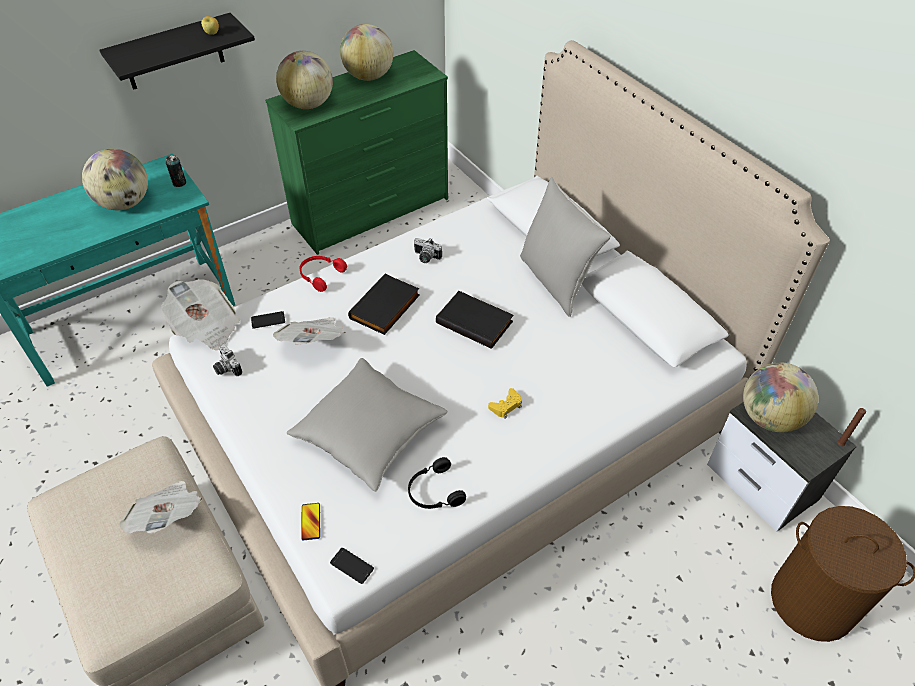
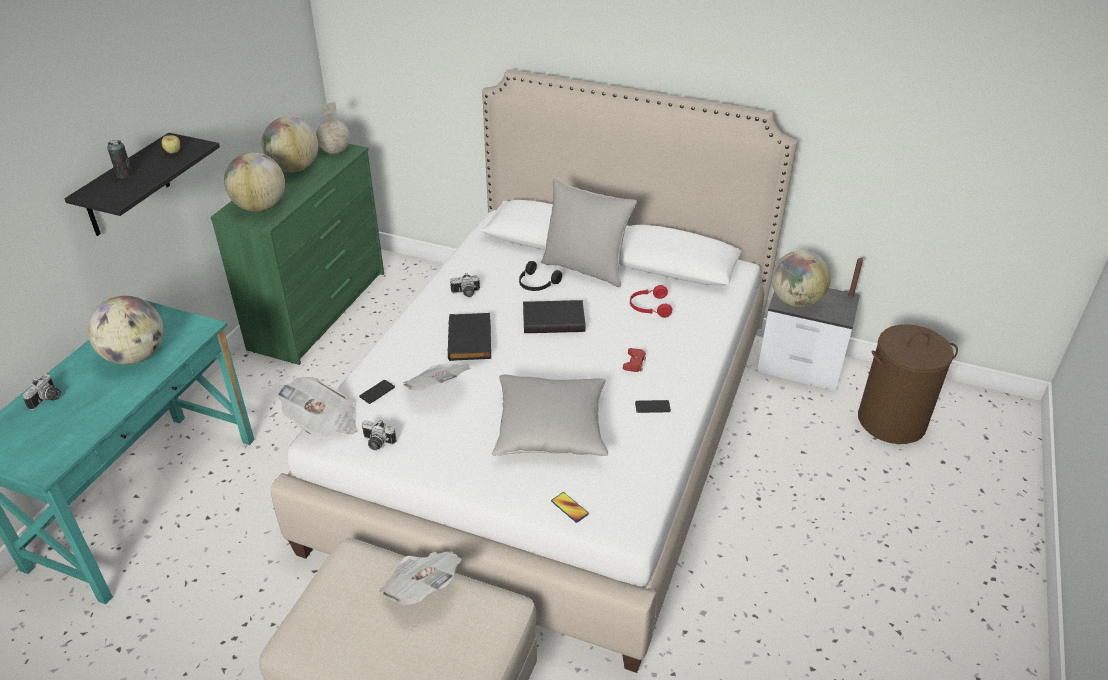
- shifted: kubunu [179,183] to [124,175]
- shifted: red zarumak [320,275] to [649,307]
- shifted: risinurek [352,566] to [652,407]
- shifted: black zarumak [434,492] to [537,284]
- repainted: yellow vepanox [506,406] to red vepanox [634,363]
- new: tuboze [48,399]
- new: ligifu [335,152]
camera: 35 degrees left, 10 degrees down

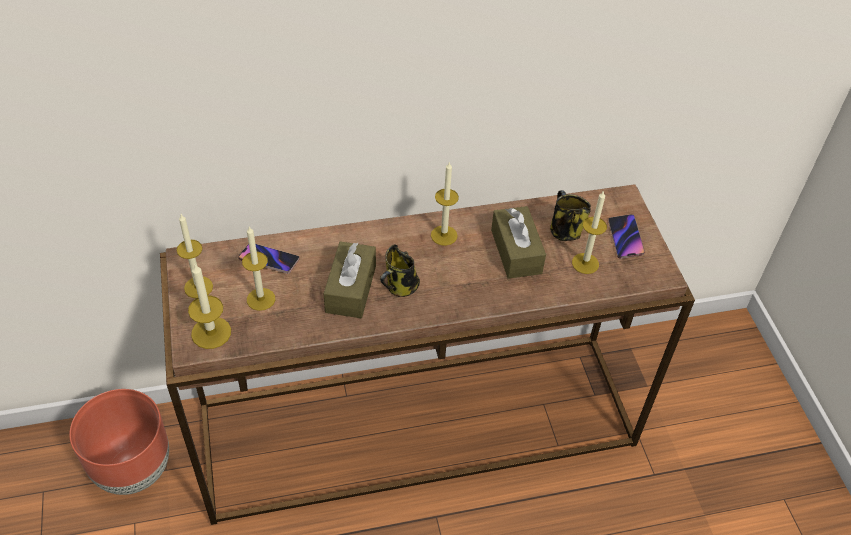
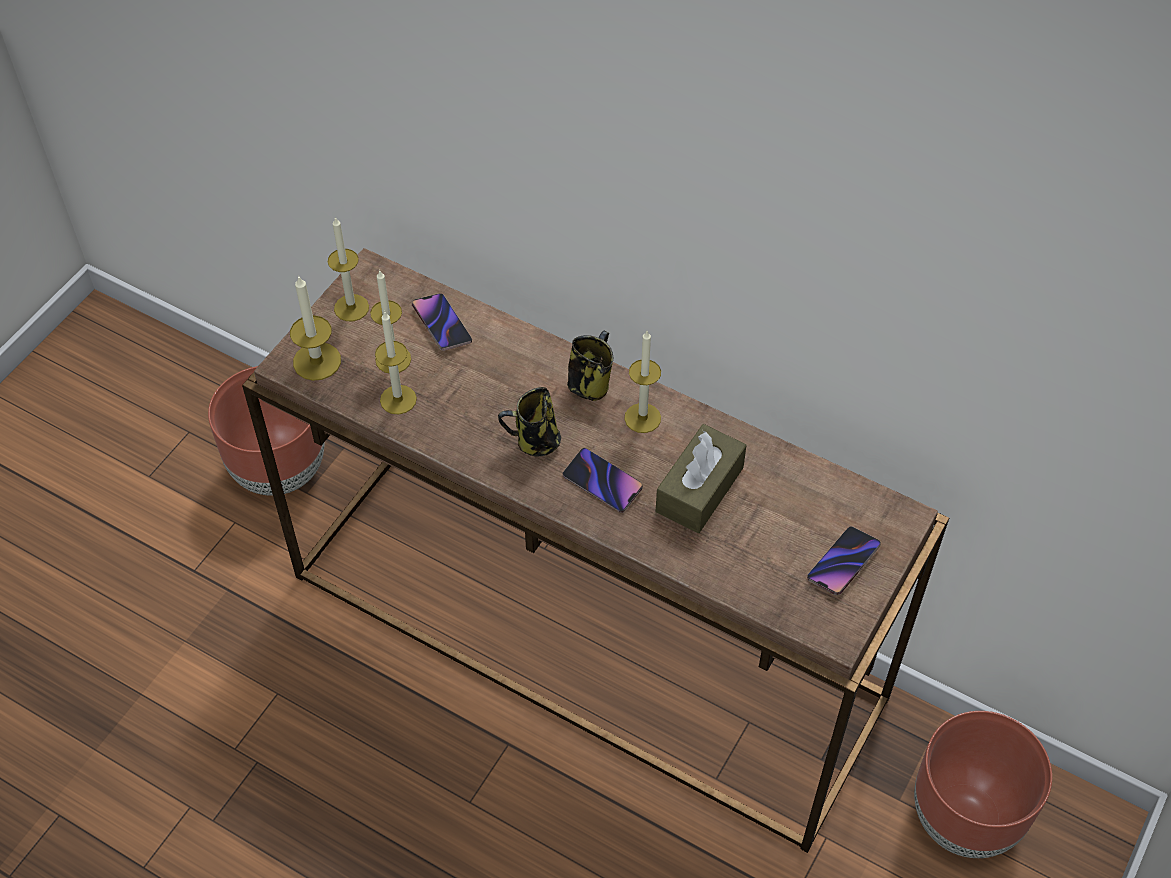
- gone: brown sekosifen [351,289]
- shifted: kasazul [564,231] to [590,383]
- shifted: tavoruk [585,263] to [398,399]
- new: risinurek [602,483]
- new: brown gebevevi [966,817]
camera: 45 degrees right, 5 degrees up

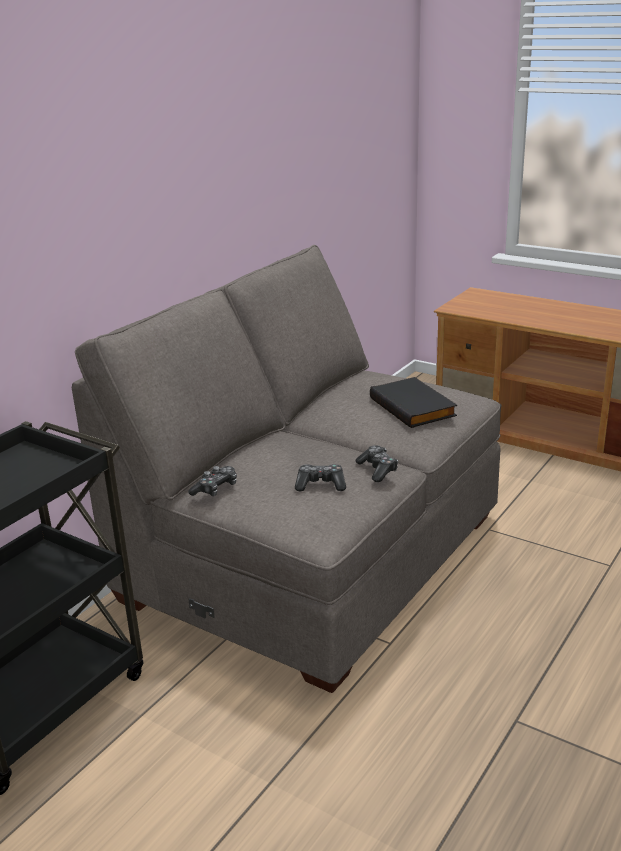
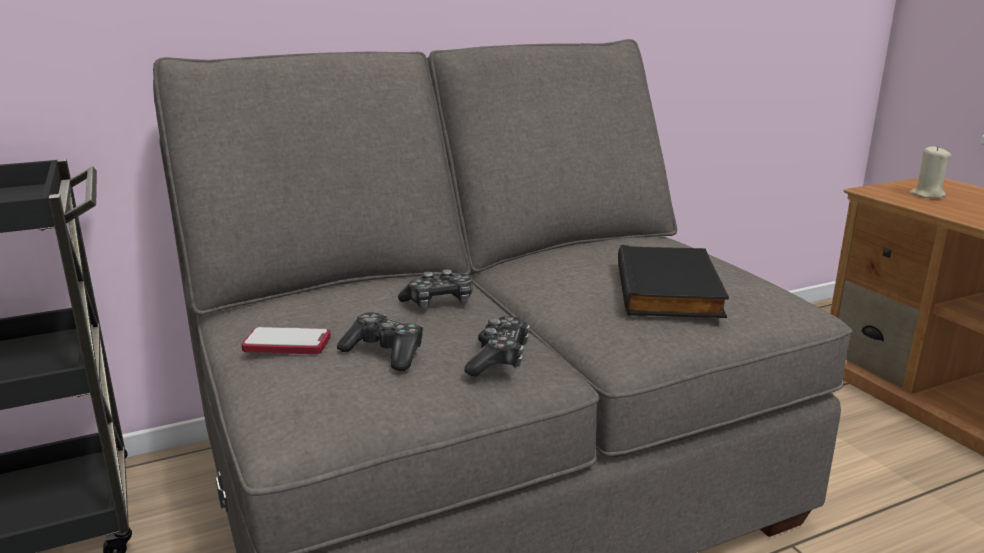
- shifted: vepanox [215,489] to [439,303]
- new: risinurek [287,343]
- new: beige tavoruk [927,195]
camera: 30 degrees right, 5 degrees down

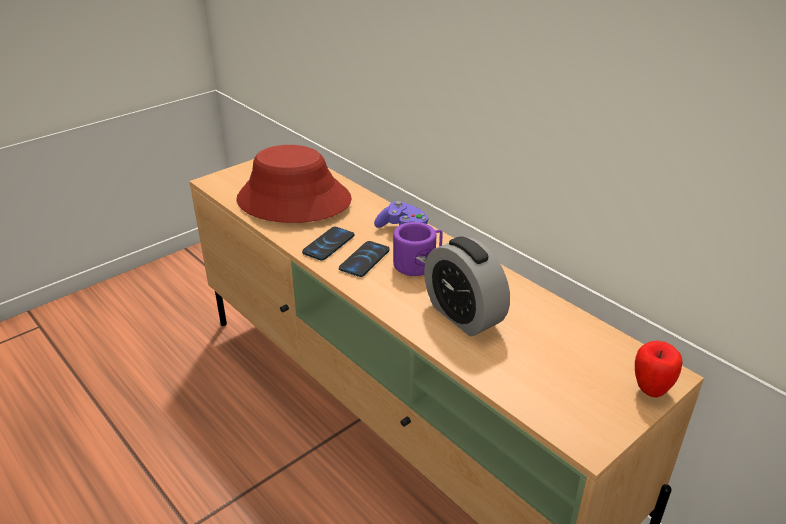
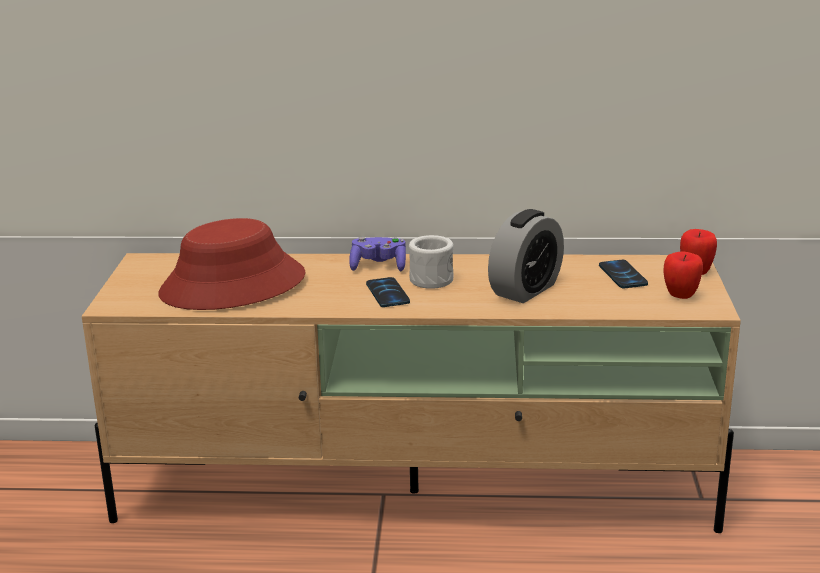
- shifted: risinurek [328,244] to [622,275]
- repainted: purple kasazul [418,263] to white kasazul [432,278]
- rotated: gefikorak [463,315] = [525,290] 60 degrees counterclockwise
- new: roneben [680,296]
camera: 45 degrees left, 10 degrees down

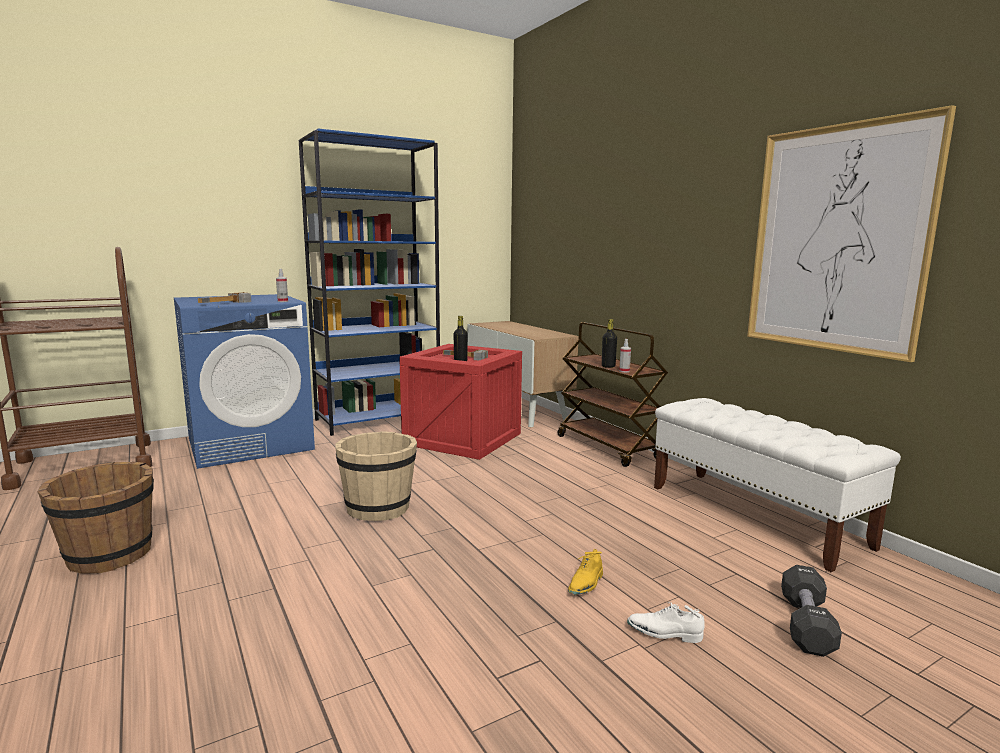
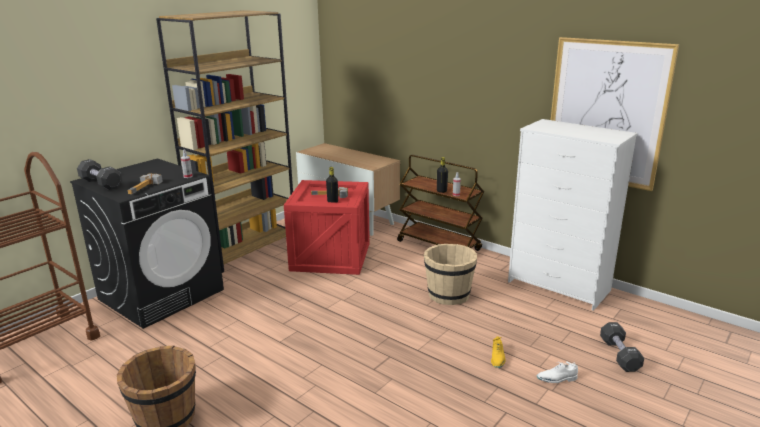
- repainted: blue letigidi [251,443] to black letigidi [162,294]
- repainted: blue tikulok [379,419] to brown tikulok [246,248]
- shifted: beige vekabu [378,508] to [448,295]
- swapped: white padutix [755,515] to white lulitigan [559,286]
- new: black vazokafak [101,183]
camera: 20 degrees left, 10 degrees up

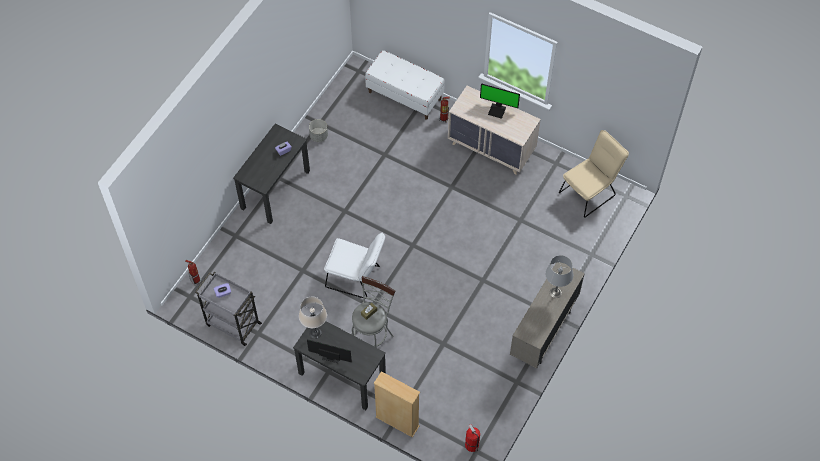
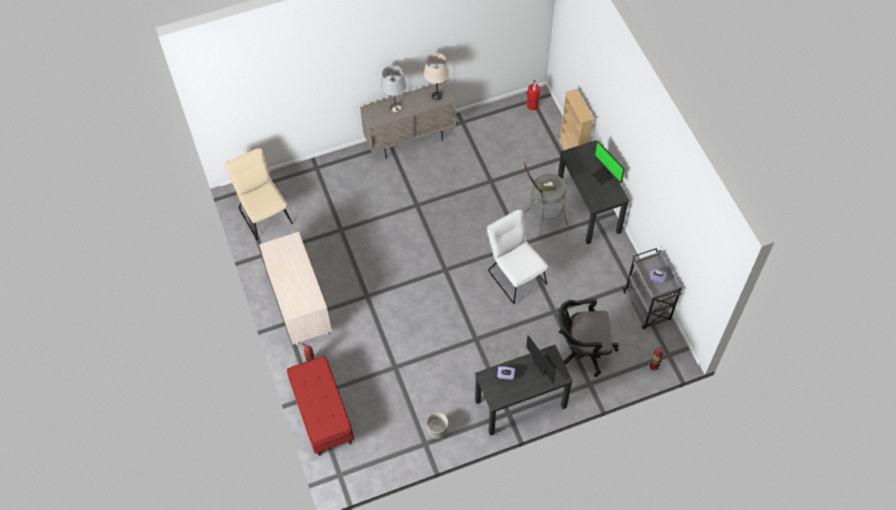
- shifted: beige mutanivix [315,333] to [437,96]
- repainted: white padutix [405,95] to red padutix [322,414]
- shifted: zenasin [497,110] to [543,365]
- rotated: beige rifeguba [590,192] = [264,213] 60 degrees clockwise
- new: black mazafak [582,349]
camera: 140 degrees left, 0 degrees up

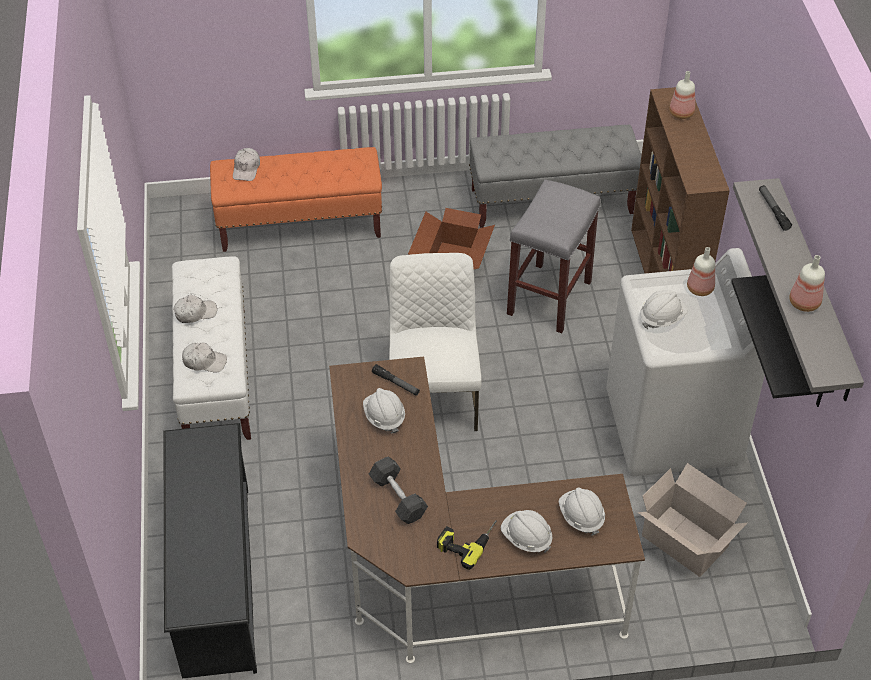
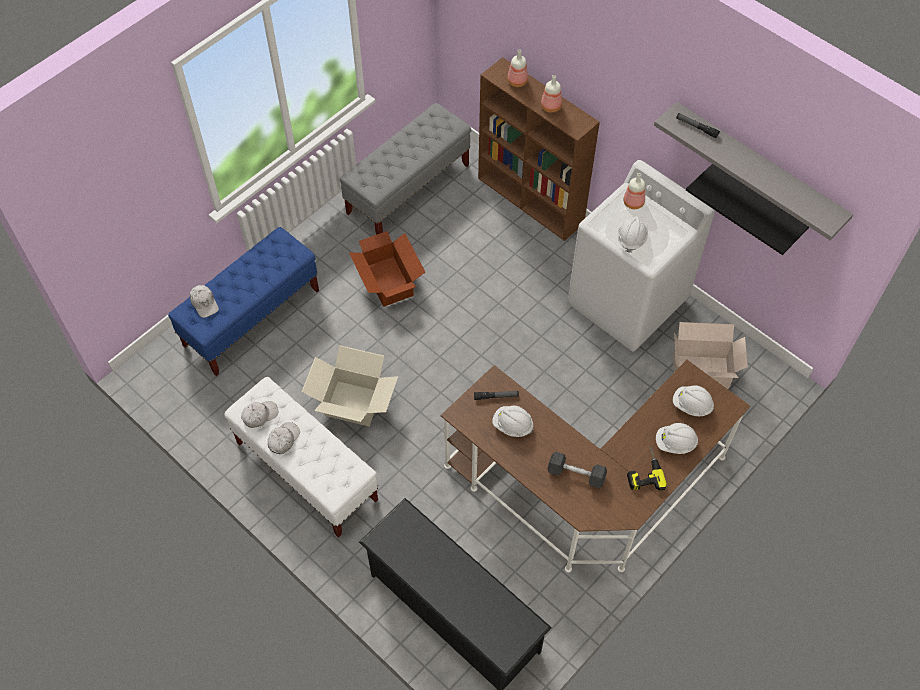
- shifted: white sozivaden [204,361] to [259,415]
- repainted: orange padutix [300,225] to blue padutix [252,318]
- gone: white rifeguba [434,395]
- gone: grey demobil [549,296]
- shifted: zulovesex [803,303] to [550,107]
- new: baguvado [353,403]
camera: 40 degrees left, 10 degrees up

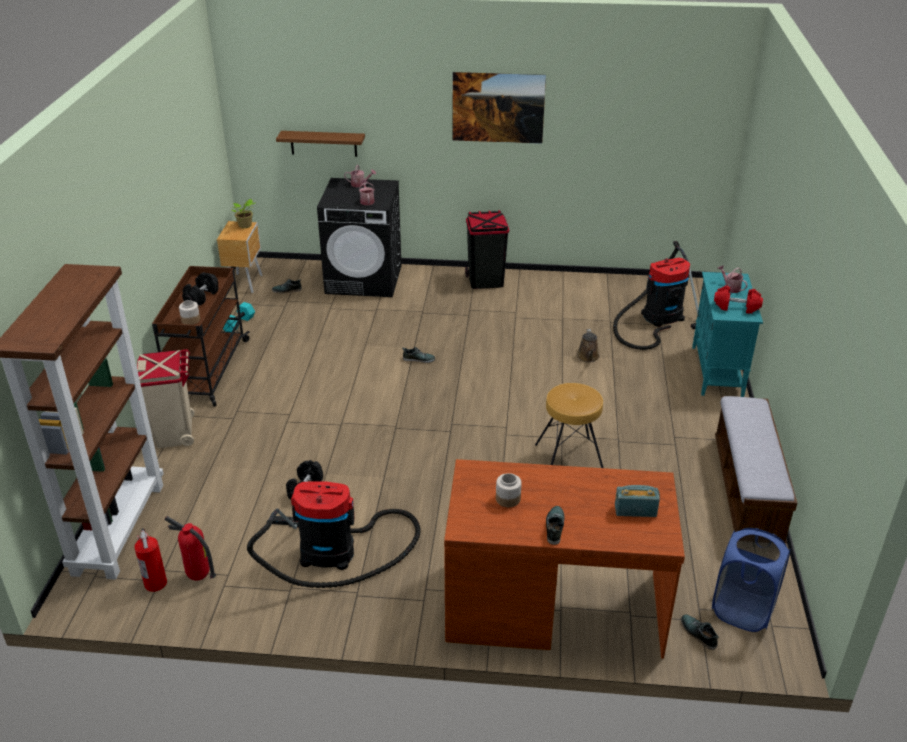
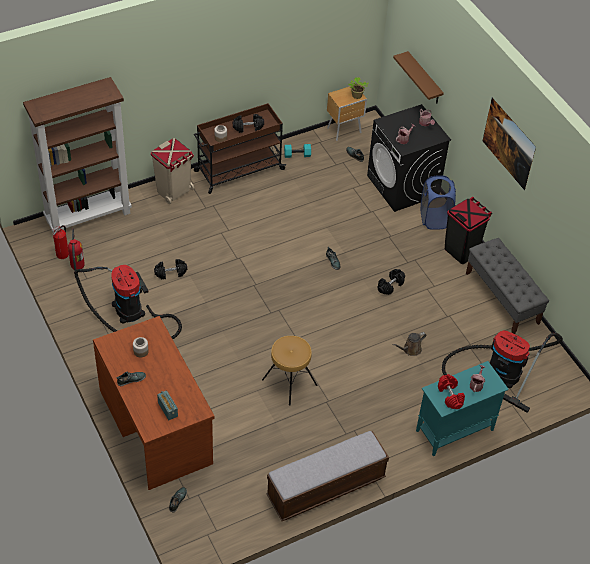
- shifted: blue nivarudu [742,610] to [434,218]
- new: black vazokafak [390,286]
- new: grey padutix [502,298]
camera: 55 degrees right, 15 degrees up

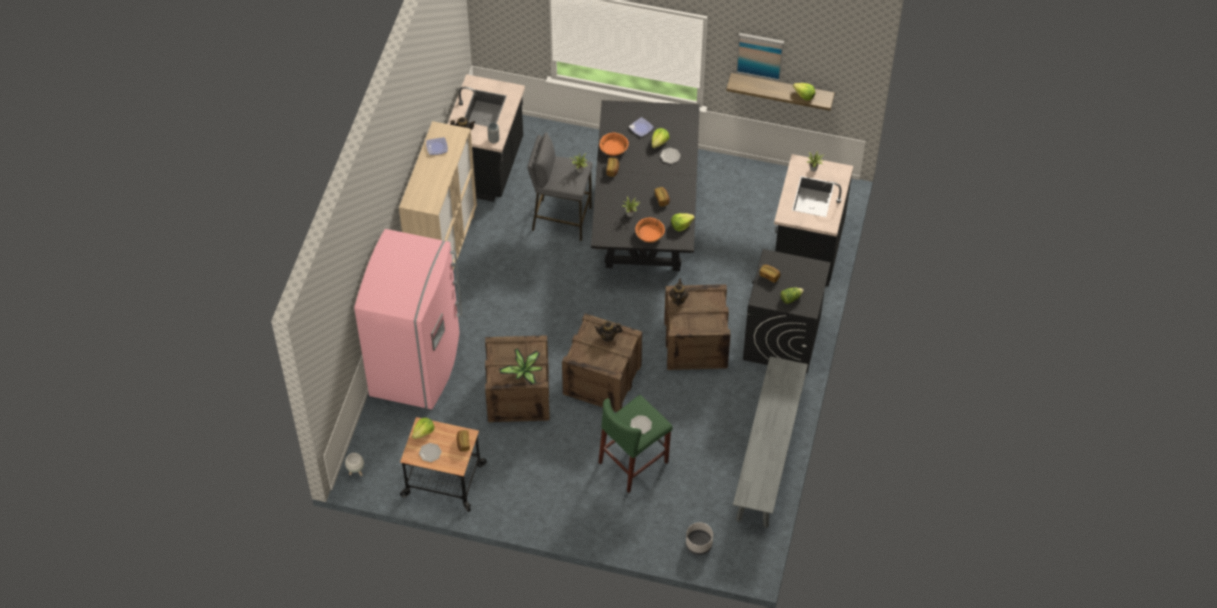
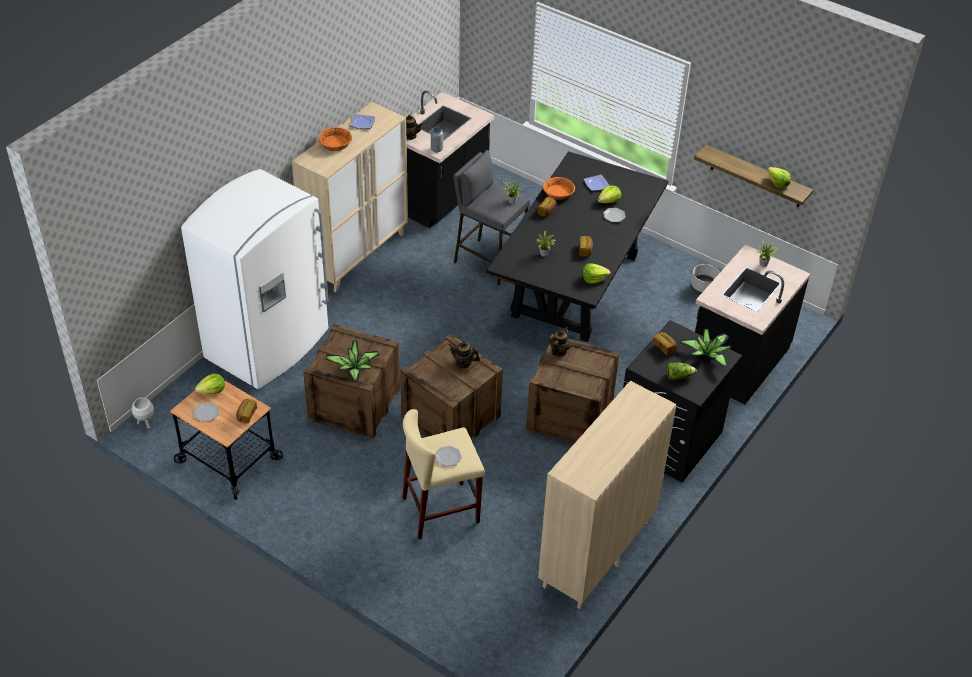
- repainted: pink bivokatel [417,365] to white bivokatel [269,345]
- repainted: green demobil [633,462] to beige demobil [441,510]
- shifted: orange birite [650,234] to [335,144]
- shifted: grey gebevevi [698,544] to [703,288]
- swapped: grey padutix [768,456] to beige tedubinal [597,554]
- gone: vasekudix [760,55]
- new: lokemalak [707,354]
camera: 20 degrees right, 10 degrees down

